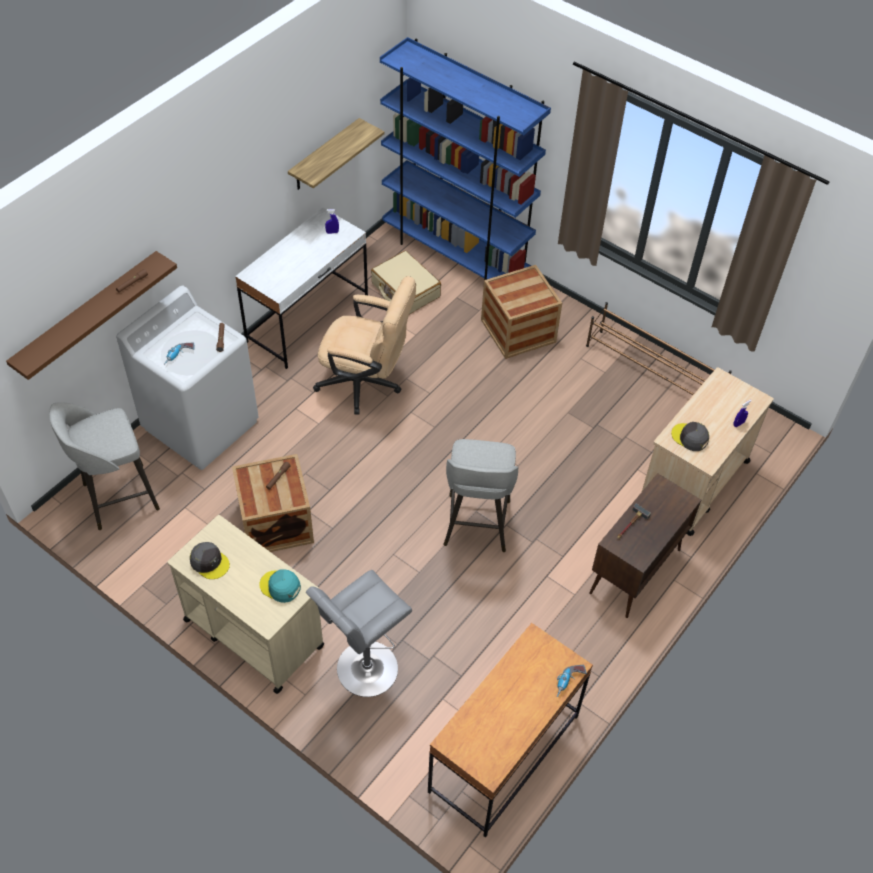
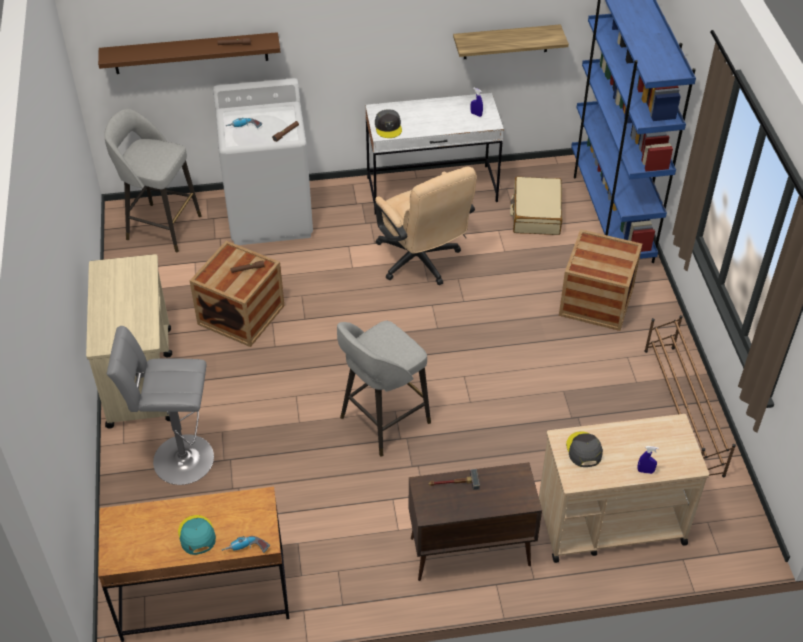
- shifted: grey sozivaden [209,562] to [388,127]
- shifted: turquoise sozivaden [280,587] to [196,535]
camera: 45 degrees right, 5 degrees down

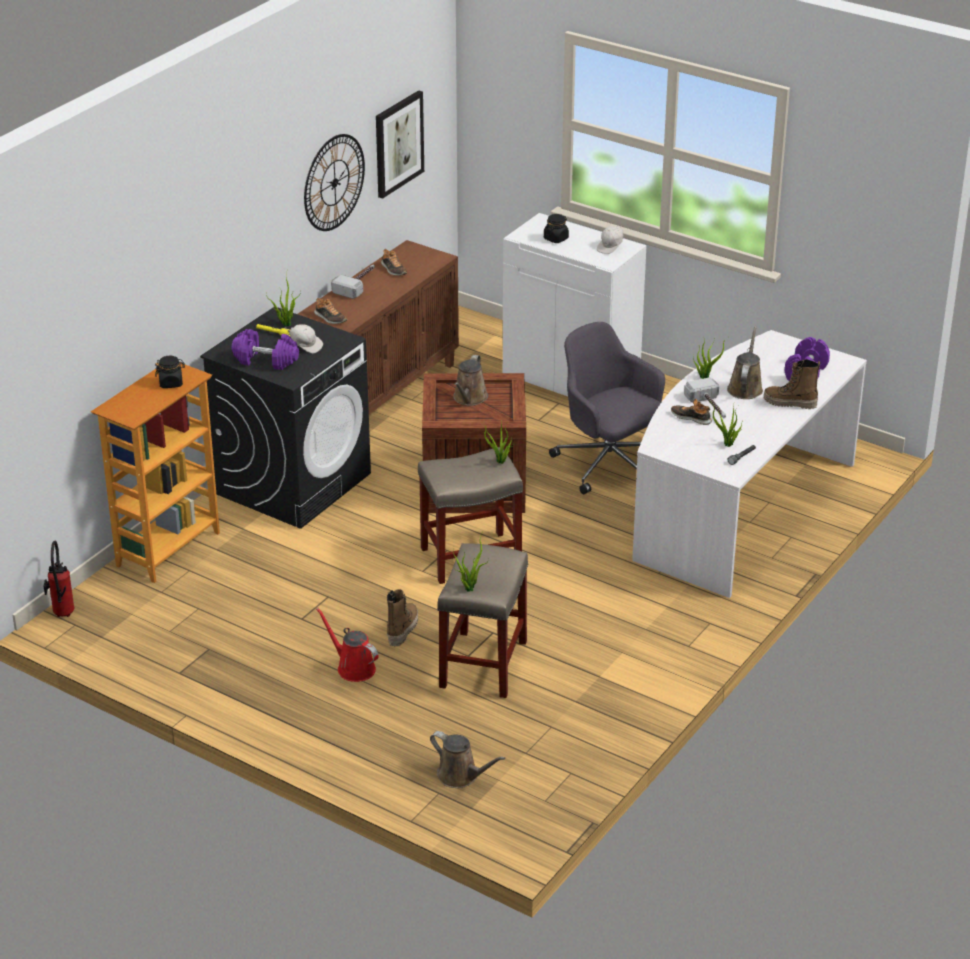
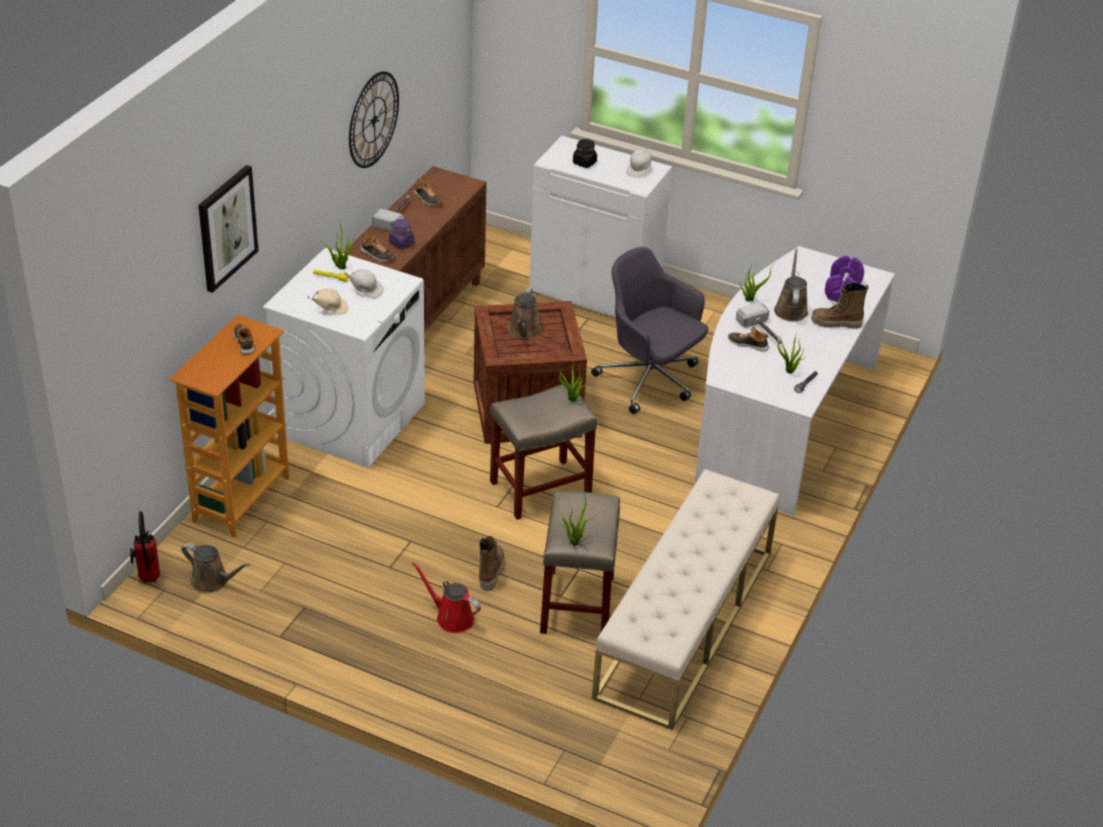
- swapped: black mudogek [171,383] to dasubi [244,342]
- repainted: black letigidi [293,483] to white letigidi [351,419]
- swapped: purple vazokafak [266,360] to beige sozivaden [330,308]
- shifted: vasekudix [398,143] to [226,228]
- shifted: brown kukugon [461,776] to [212,581]
- new: purple mudogek [401,243]
- new: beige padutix [685,623]
camera: 10 degrees left, 5 degrees up

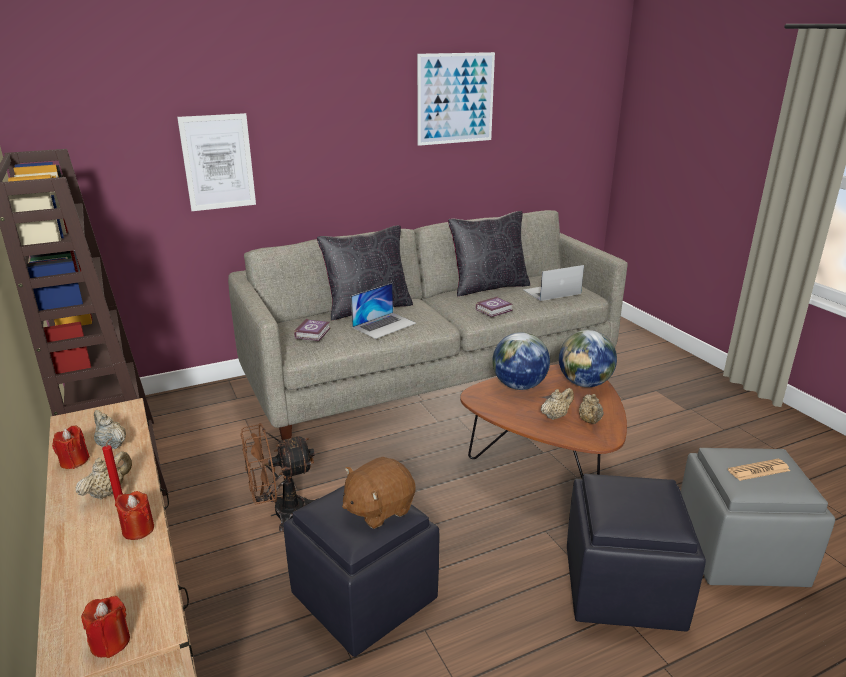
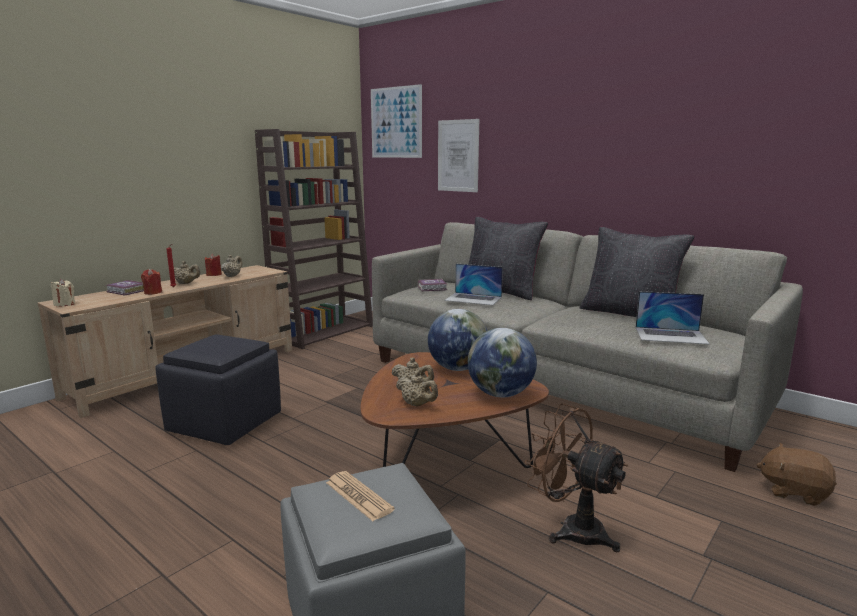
- repainted: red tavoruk [110,642] to beige tavoruk [64,304]
- shifted: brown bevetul [281,513] to [572,529]
- shifted: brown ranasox [378,509] to [794,491]
- shifted: vasekudix [455,98] to [396,122]
- shifted: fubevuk [495,310] to [126,291]
- rotated: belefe [551,292] = [671,335] 150 degrees clockwise
- gone: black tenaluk [624,589]
- rotated: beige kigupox [590,421] = [417,405] 120 degrees counterclockwise
camera: 65 degrees right, 10 degrees down

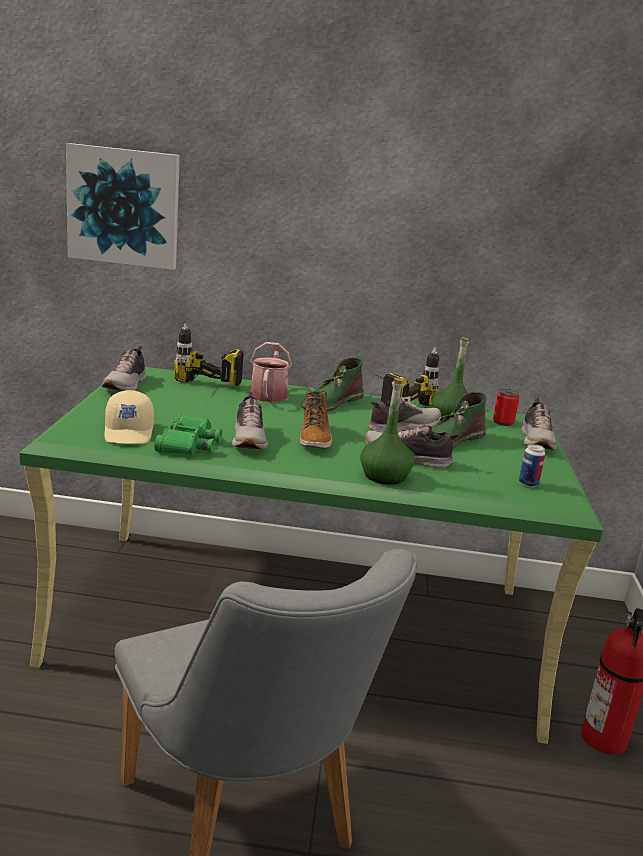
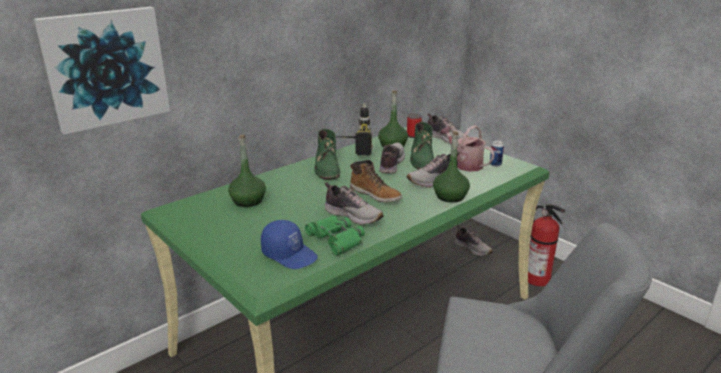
- shifted: dasubi [126,385] to [473,248]
- repainted: beige sozivaden [129,432] to blue sozivaden [290,254]
- swapped: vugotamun [201,391] to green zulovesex [248,201]
- shifted: kukugon [269,393] to [465,164]
camera: 45 degrees left, 5 degrees up

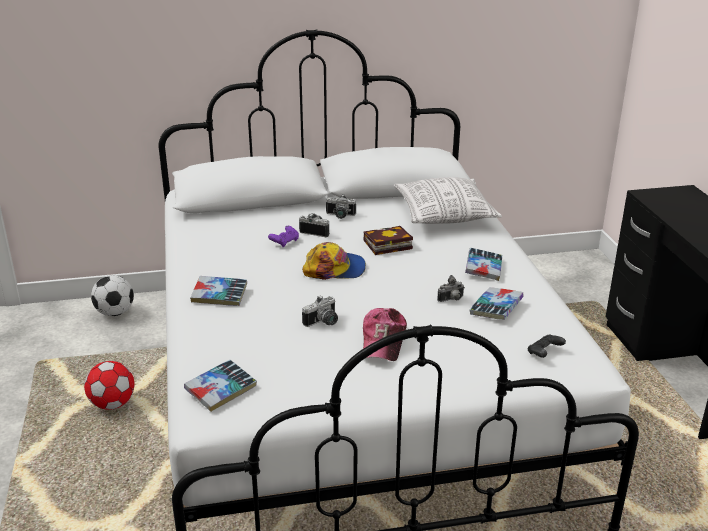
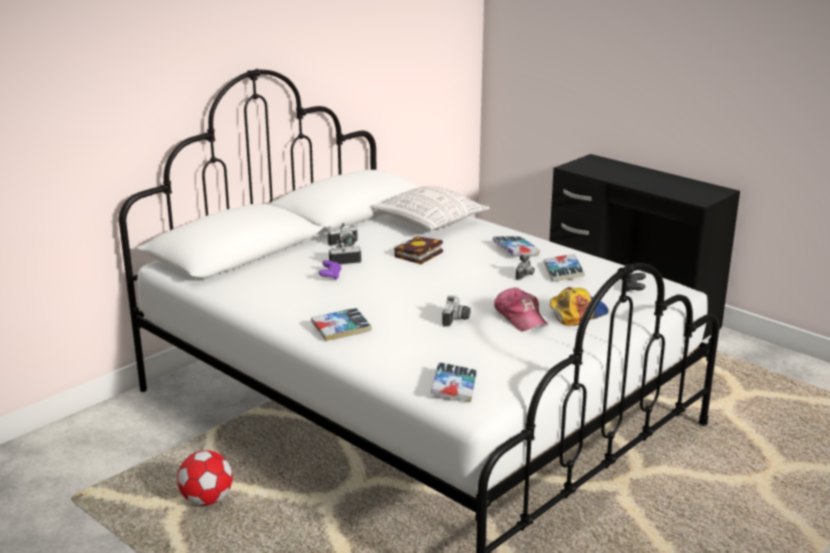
- gone: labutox [115,313]
- shifted: sozivaden [335,269] to [577,313]
camera: 35 degrees left, 5 degrees down

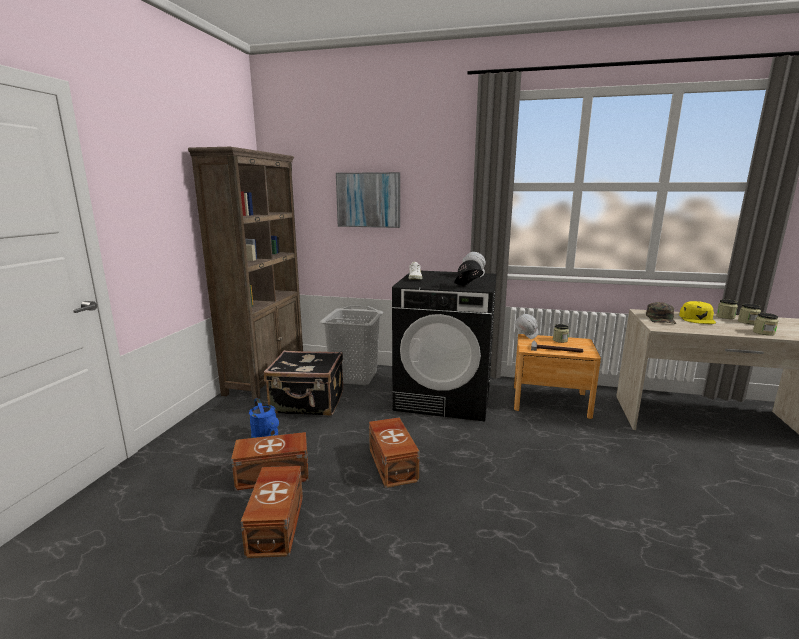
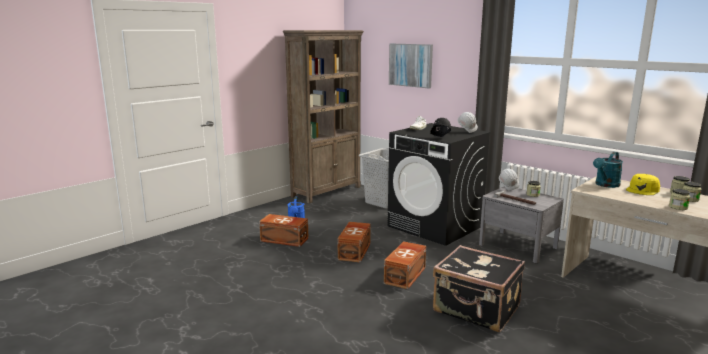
- shifted: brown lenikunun [277,524] to [406,275]
- shifted: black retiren [308,403] to [476,310]
- repainted: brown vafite [550,401] to grey vafite [518,246]
- swapped: green sozivaden [661,319] to turquoise kukugon [605,185]
camera: 30 degrees right, 0 degrees up

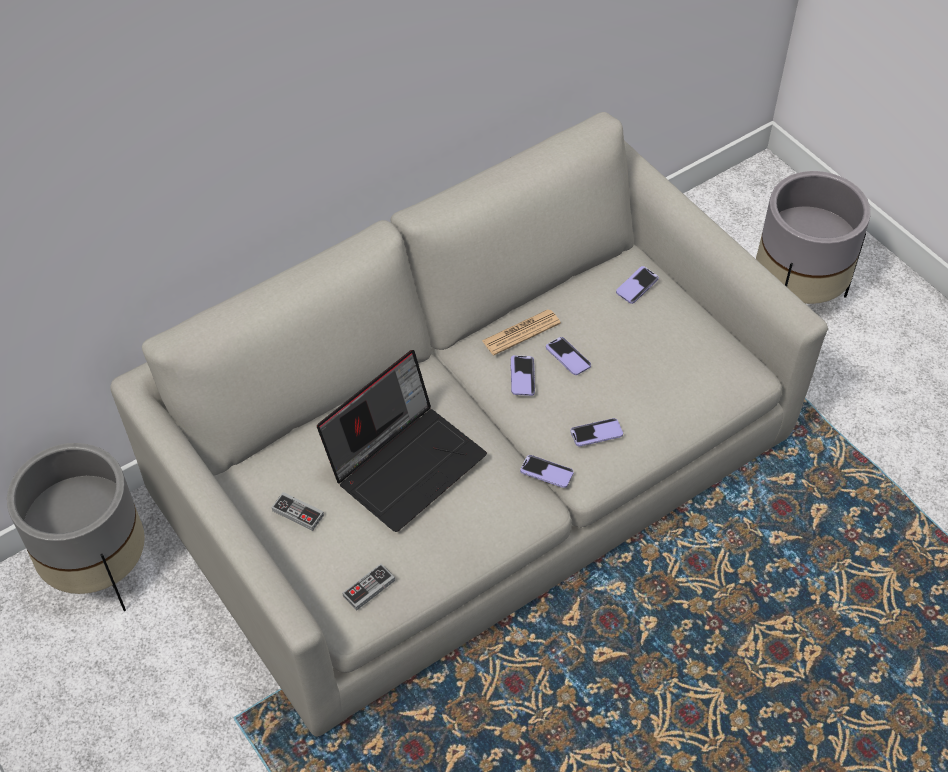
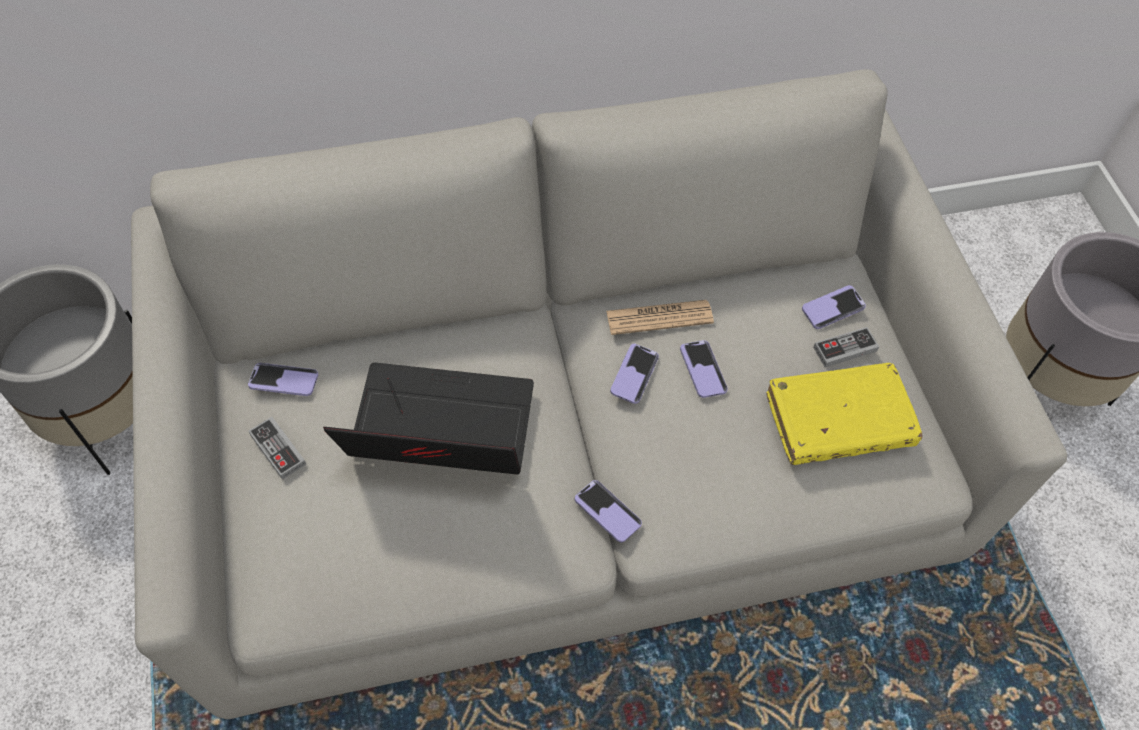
- rotated: belefe [406,462] = [437,433] 150 degrees counterclockwise
- shifted: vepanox [369,588] to [845,349]
- shifted: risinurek [596,433] to [284,380]
- new: yellow fubevuk [838,421]
camera: 20 degrees right, 5 degrees up

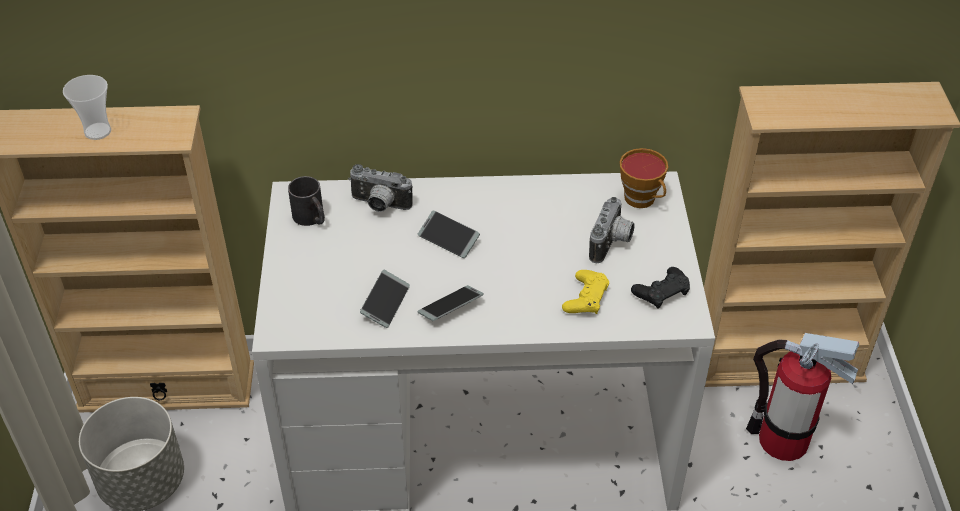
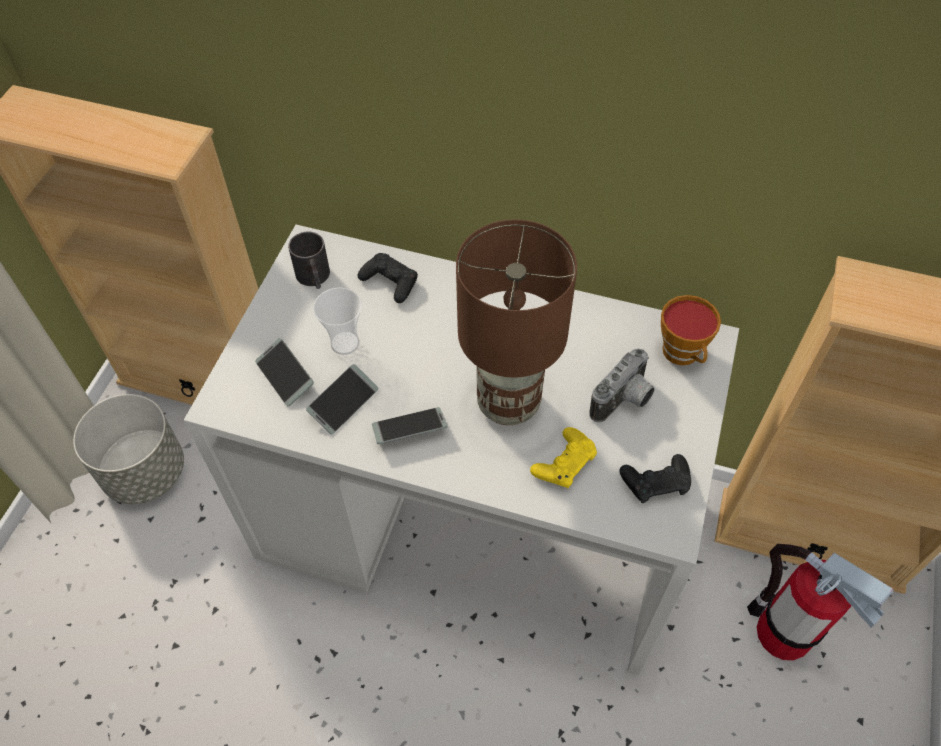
- shifted: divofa [98,131] to [345,343]
- swapped: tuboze [379,205] to black vepanox [390,282]
- shifted: risinurek [448,239] to [285,376]
- new: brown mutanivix [510,402]
camera: 20 degrees right, 10 degrees up

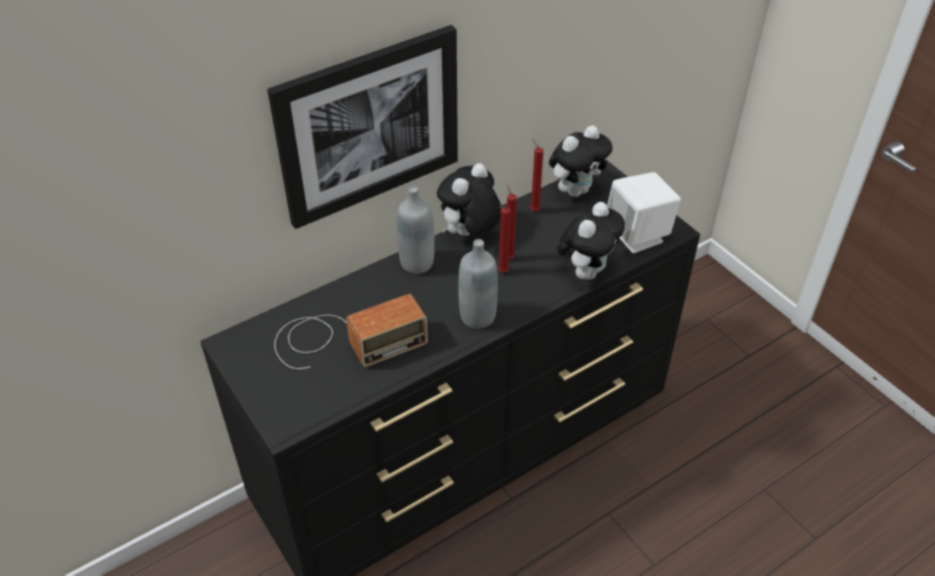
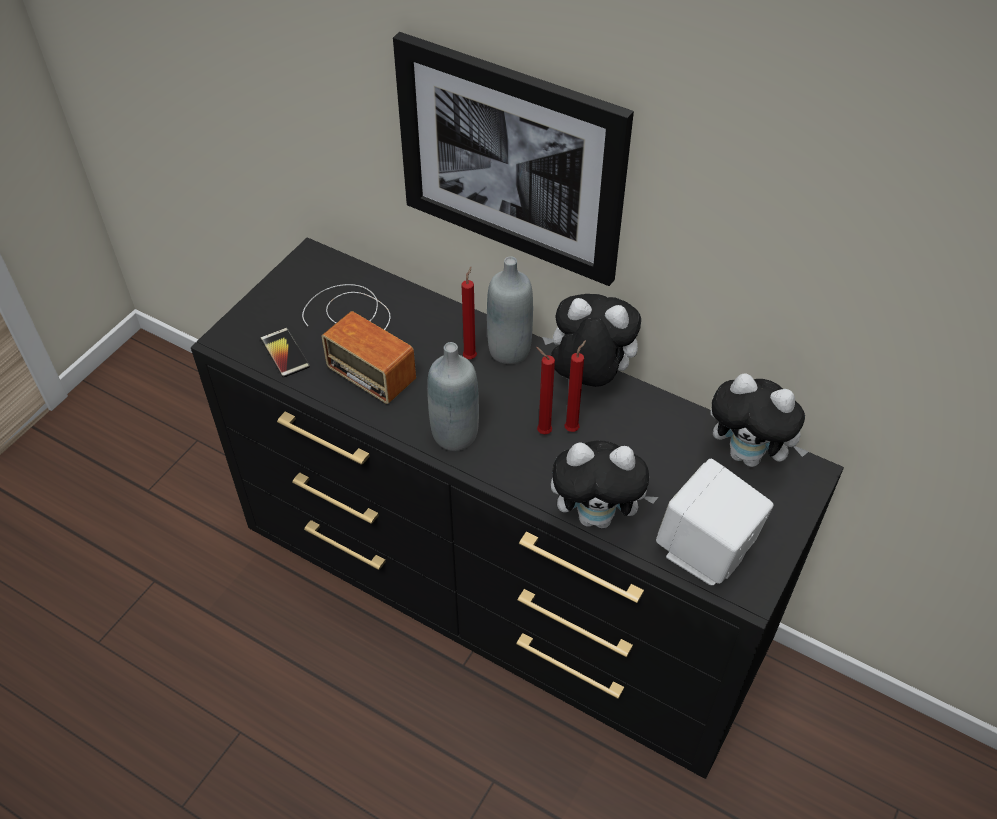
- shifted: red tavoruk [533,210] to [470,356]
- new: risinurek [285,353]
camera: 65 degrees right, 5 degrees up

